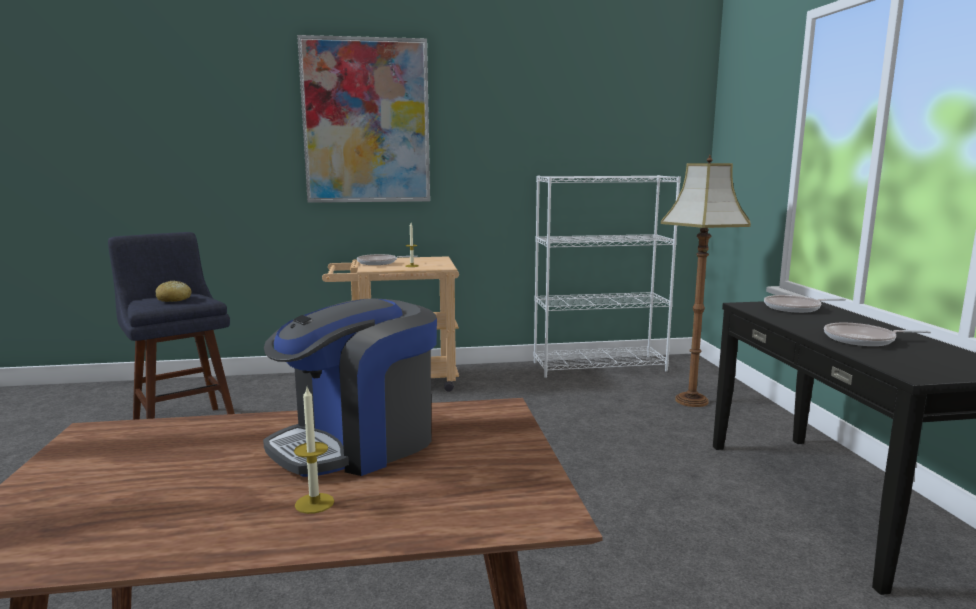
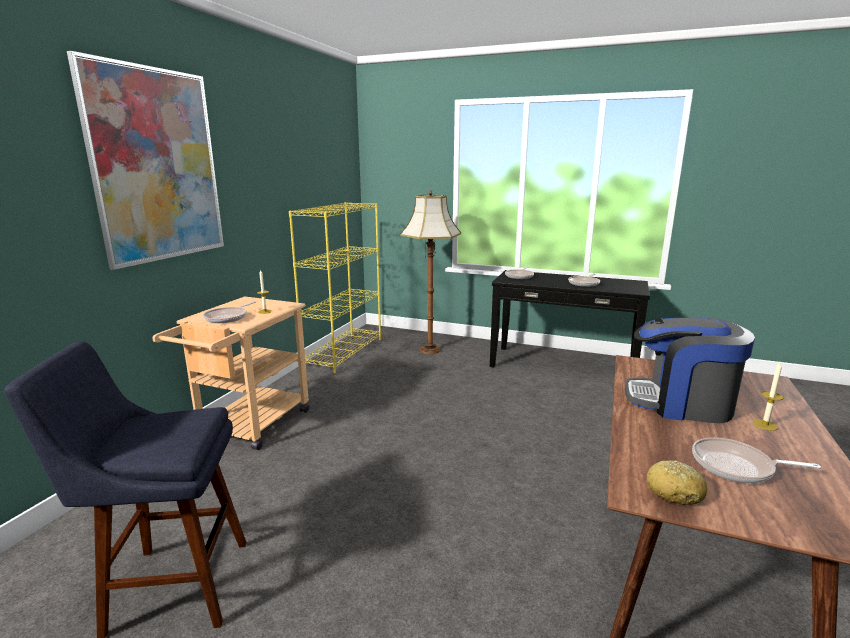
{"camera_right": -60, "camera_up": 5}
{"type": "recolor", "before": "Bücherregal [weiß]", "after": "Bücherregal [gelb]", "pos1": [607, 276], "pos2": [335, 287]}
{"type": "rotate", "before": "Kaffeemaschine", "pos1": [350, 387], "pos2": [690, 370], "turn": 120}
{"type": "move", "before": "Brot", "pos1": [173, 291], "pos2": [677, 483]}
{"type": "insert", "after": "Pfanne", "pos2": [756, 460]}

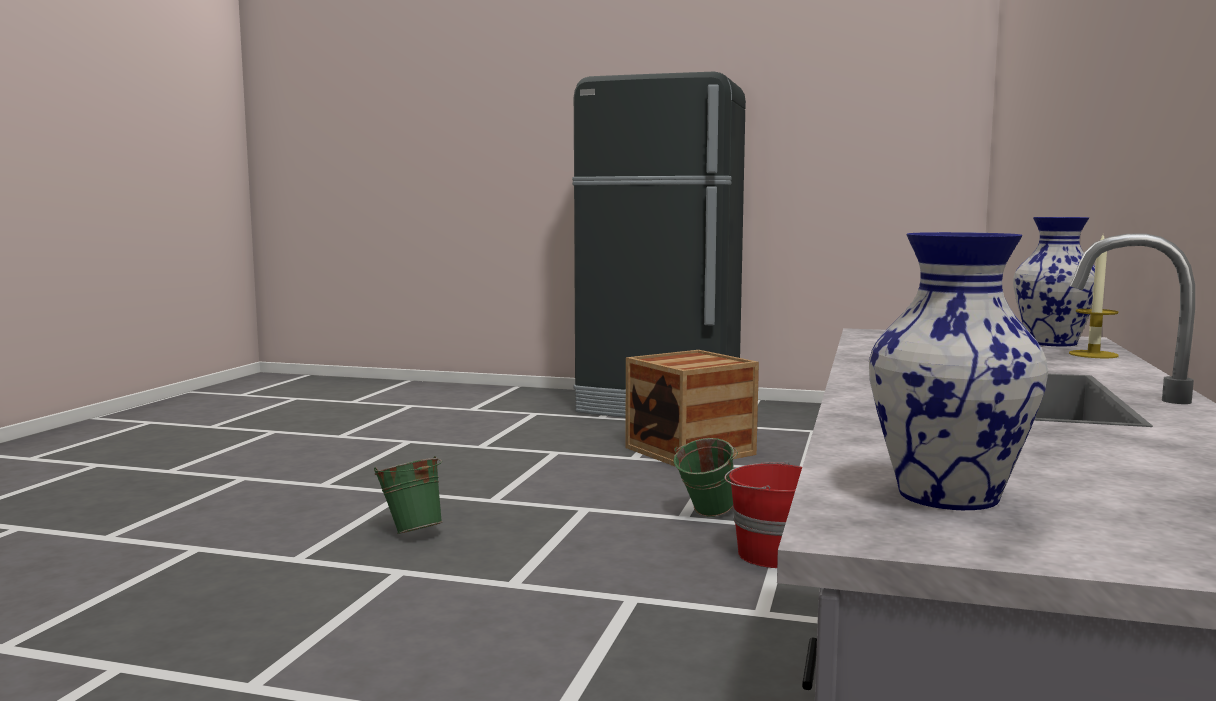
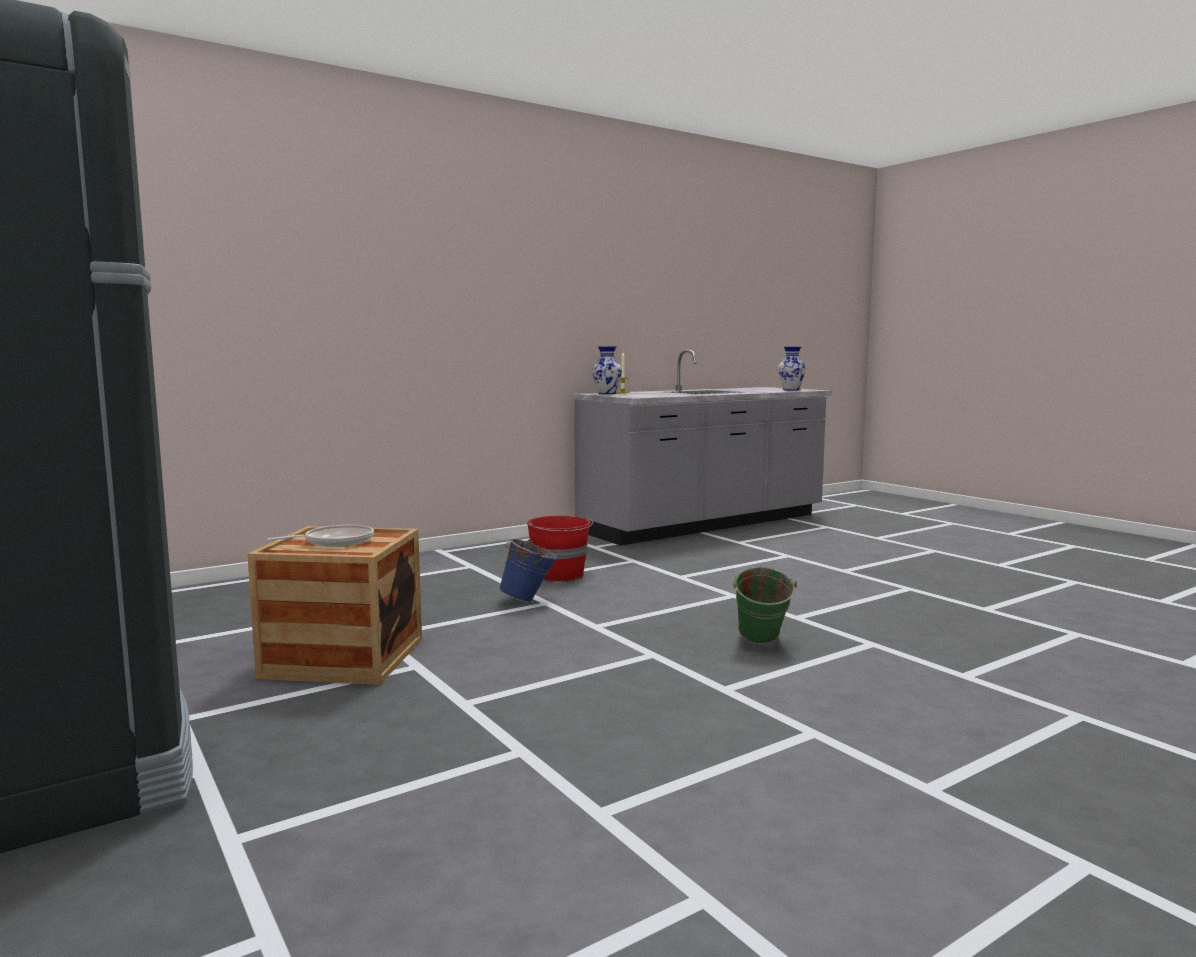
{"camera_right": -140, "camera_up": 0}
{"type": "insert", "after": "Pfanne", "pos2": [320, 536]}
{"type": "recolor", "before": "Eimer [grün]", "after": "Eimer [blau]", "pos1": [706, 477], "pos2": [528, 570]}

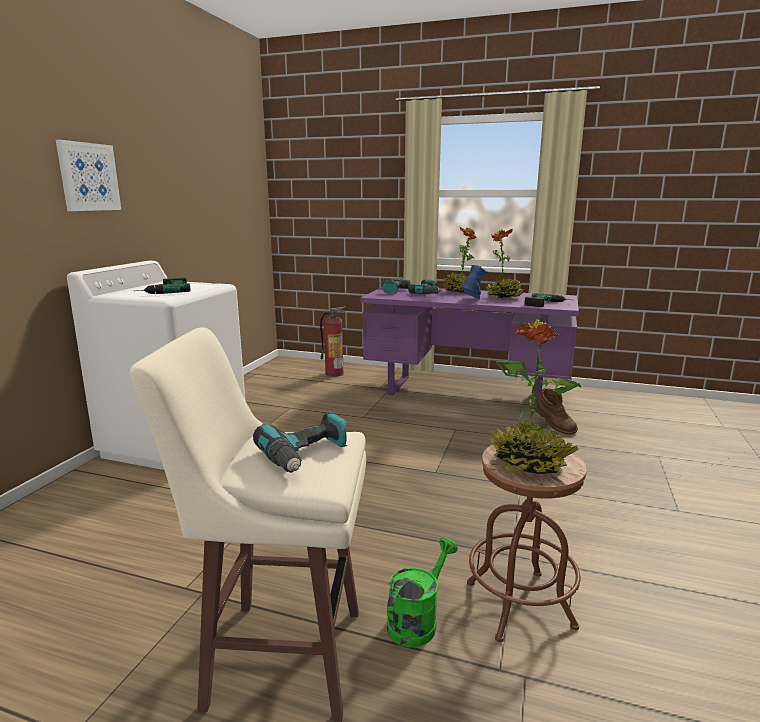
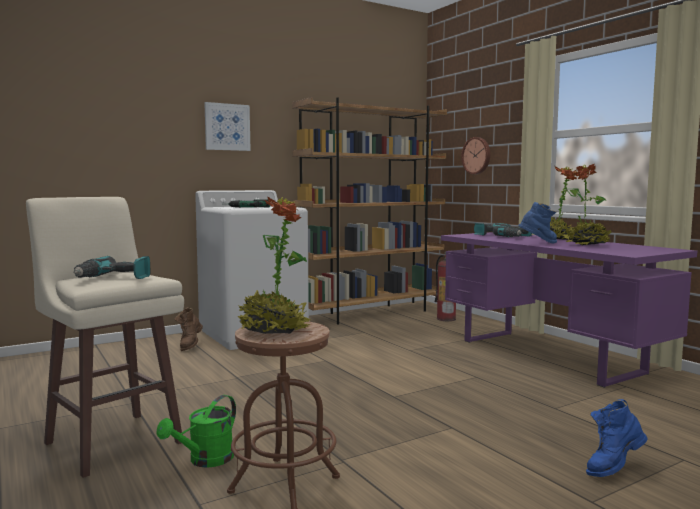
{"camera_right": 40, "camera_up": -10}
{"type": "rotate", "before": "Gießkanne [grün]", "pos1": [422, 592], "pos2": [196, 431], "turn": 135}
{"type": "move", "before": "Stiefel [braun]", "pos1": [556, 411], "pos2": [188, 329]}
{"type": "insert", "after": "Bücherregal [braun]", "pos2": [369, 210]}
{"type": "insert", "after": "Wanduhr", "pos2": [475, 155]}
{"type": "insert", "after": "Stiefel [blau]", "pos2": [617, 438]}
{"type": "delete", "before": "Bohrmaschine", "pos1": [547, 300]}

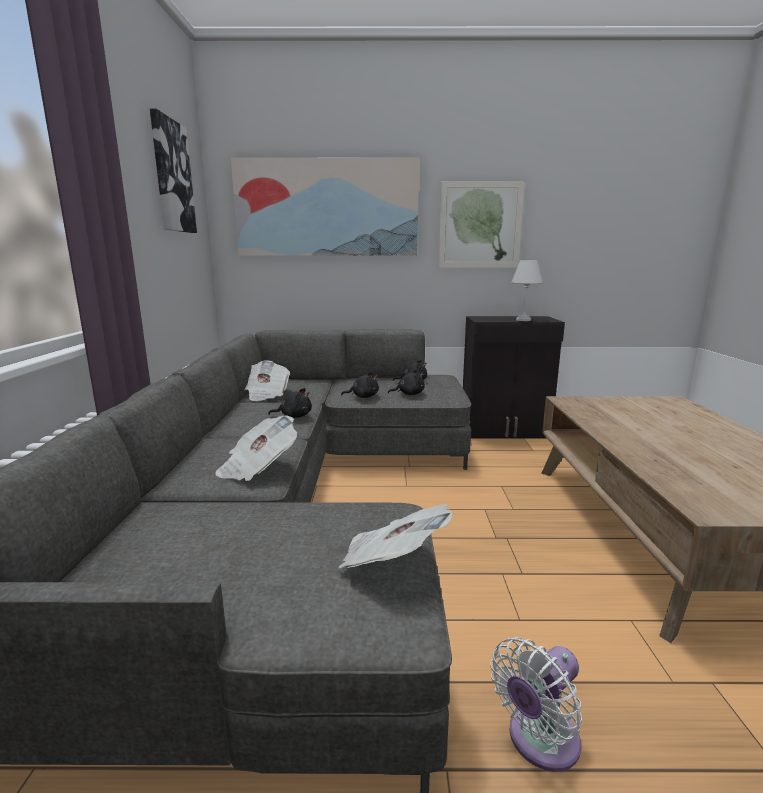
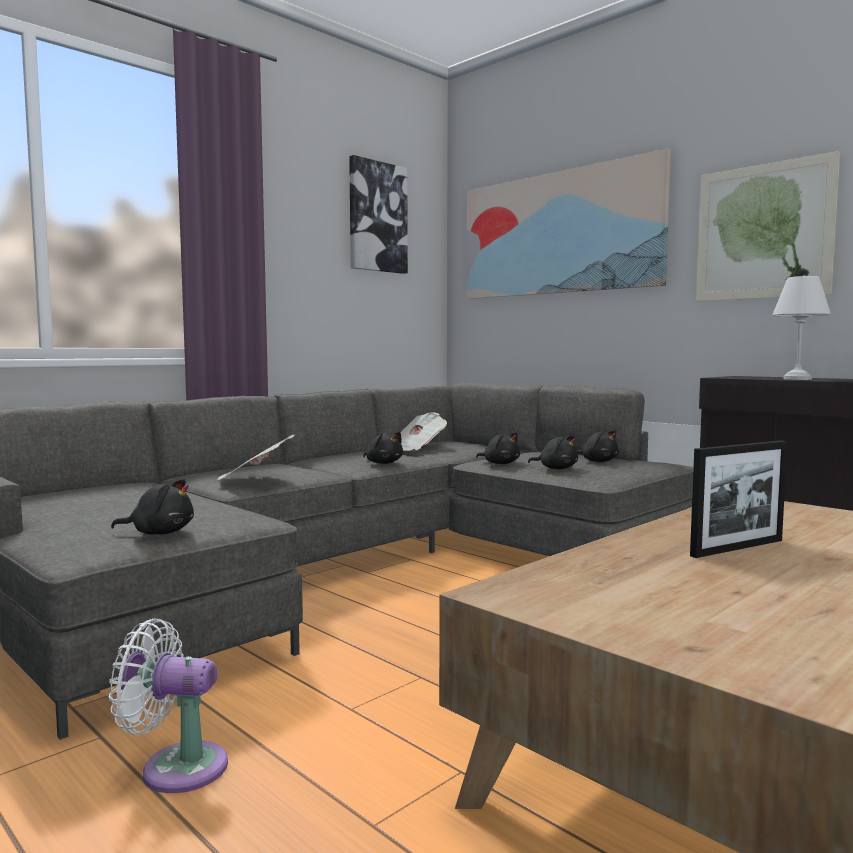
{"camera_right": 45, "camera_up": -10}
{"type": "replace", "before": "Zeitung", "after": "Plüschtier [schwarz]", "pos1": [396, 536], "pos2": [152, 507]}
{"type": "insert", "after": "Bilderrahmen", "pos2": [738, 499]}

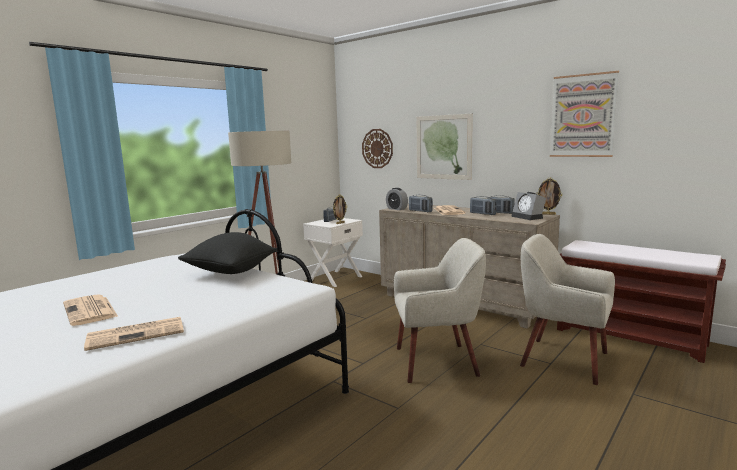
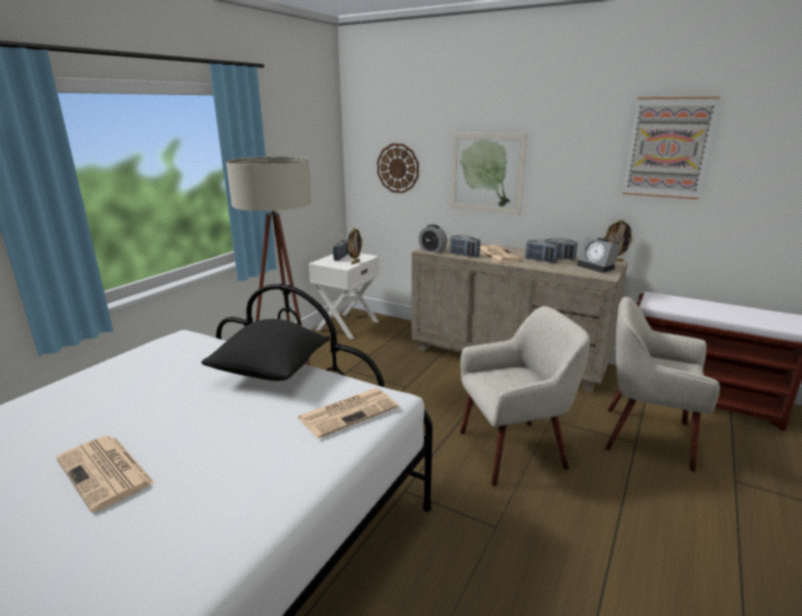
{"camera_right": -10, "camera_up": 10}
{"type": "move", "before": "Zeitung", "pos1": [134, 334], "pos2": [348, 413]}

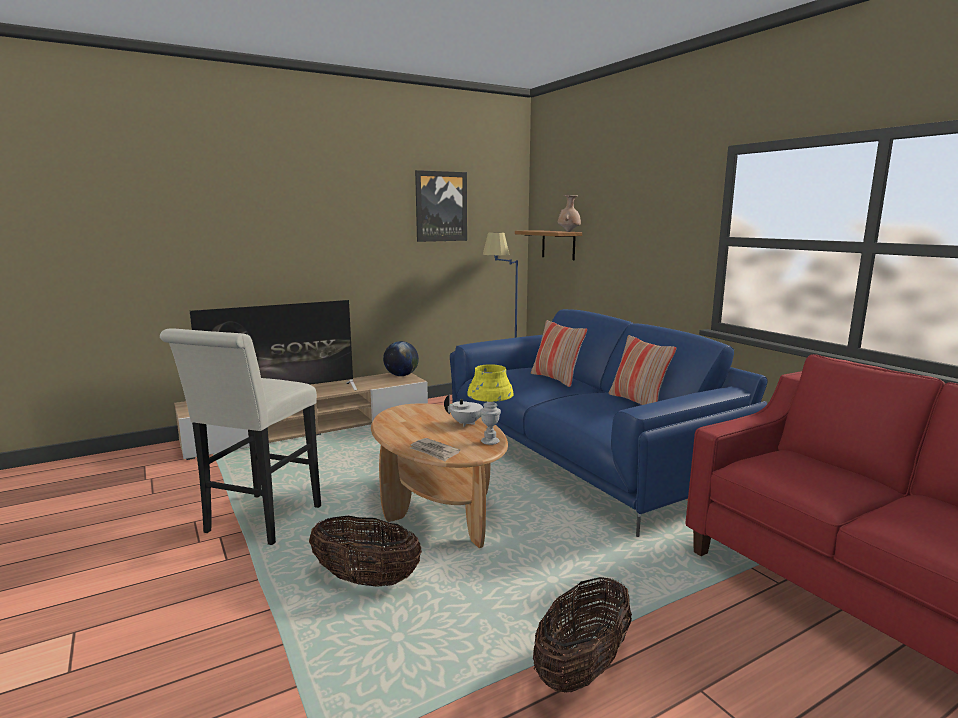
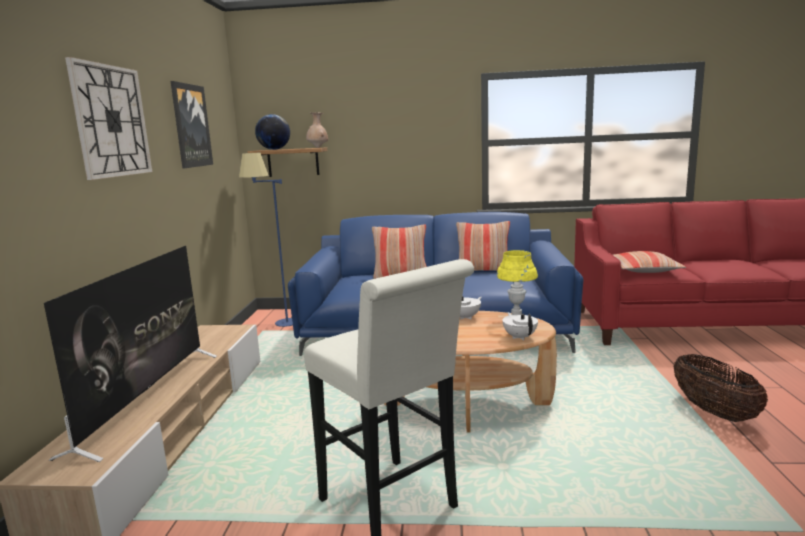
{"camera_right": -55, "camera_up": 0}
{"type": "insert", "after": "Wanduhr", "pos2": [108, 118]}
{"type": "move", "before": "Globus", "pos1": [401, 358], "pos2": [272, 132]}
{"type": "replace", "before": "Zeitung", "after": "Teekanne [weiß]", "pos1": [435, 449], "pos2": [520, 326]}
{"type": "insert", "after": "Kissen", "pos2": [649, 262]}
{"type": "delete", "before": "Korb", "pos1": [365, 551]}

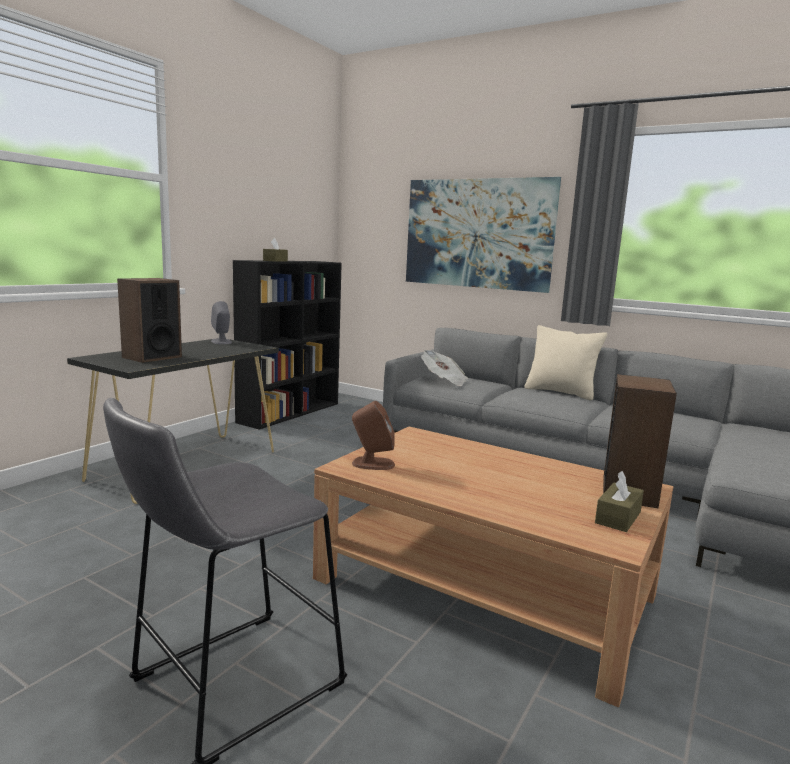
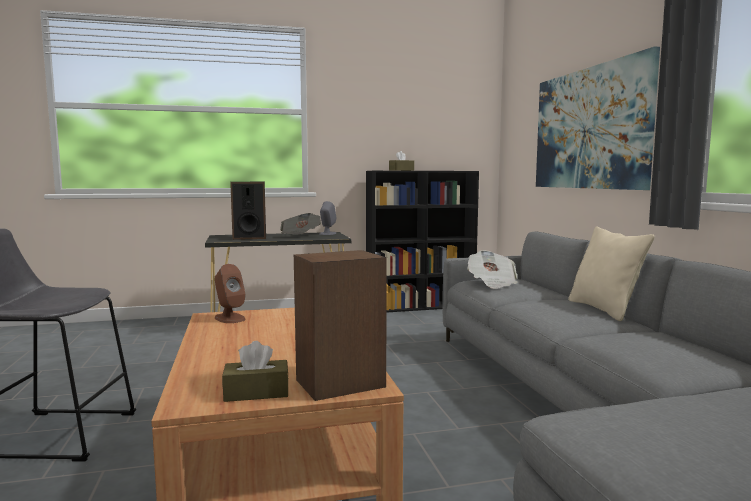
{"camera_right": 45, "camera_up": -5}
{"type": "insert", "after": "Zeitung", "pos2": [300, 224]}

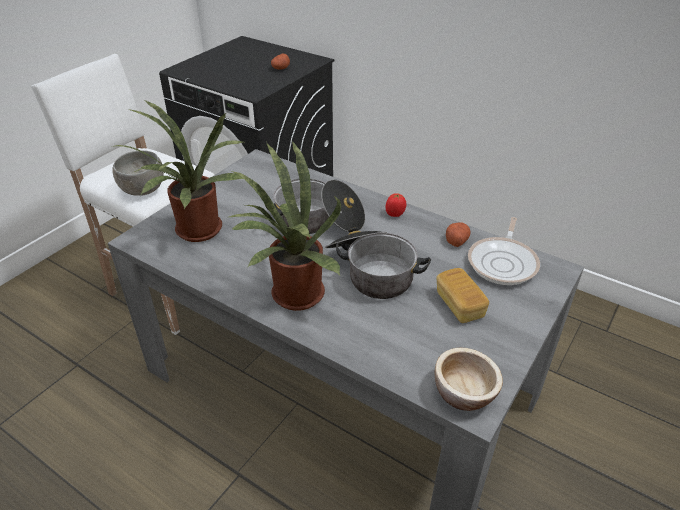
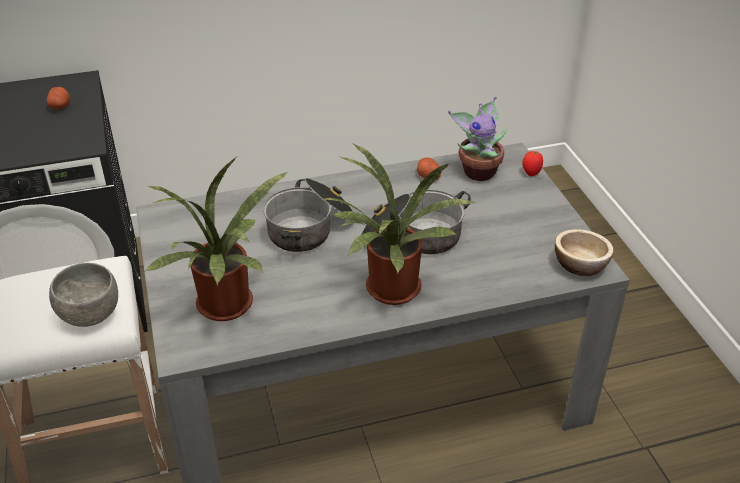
{"camera_right": -50, "camera_up": 0}
{"type": "replace", "before": "Pfanne", "after": "Topfpflanze", "pos1": [504, 251], "pos2": [477, 138]}
{"type": "move", "before": "Tomate", "pos1": [395, 205], "pos2": [533, 163]}
{"type": "delete", "before": "Brot", "pos1": [462, 295]}

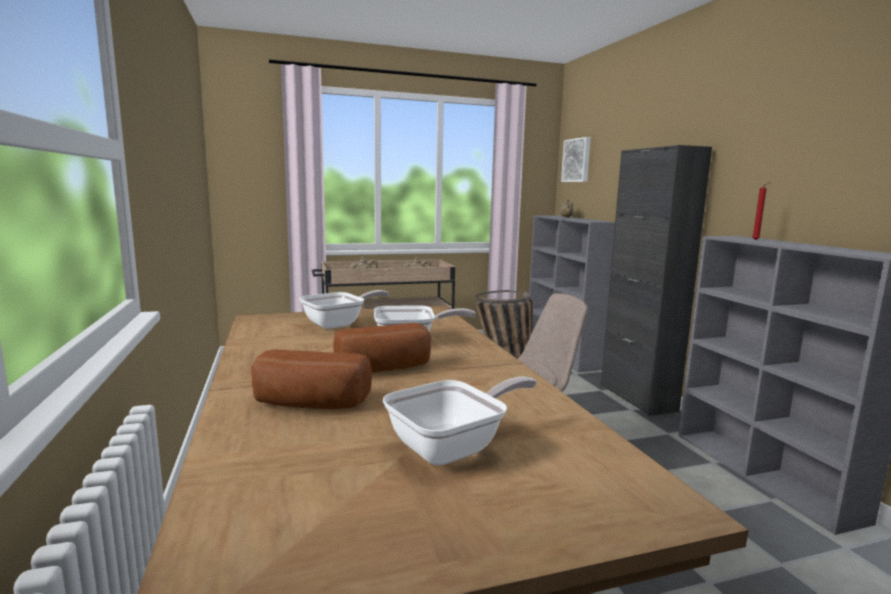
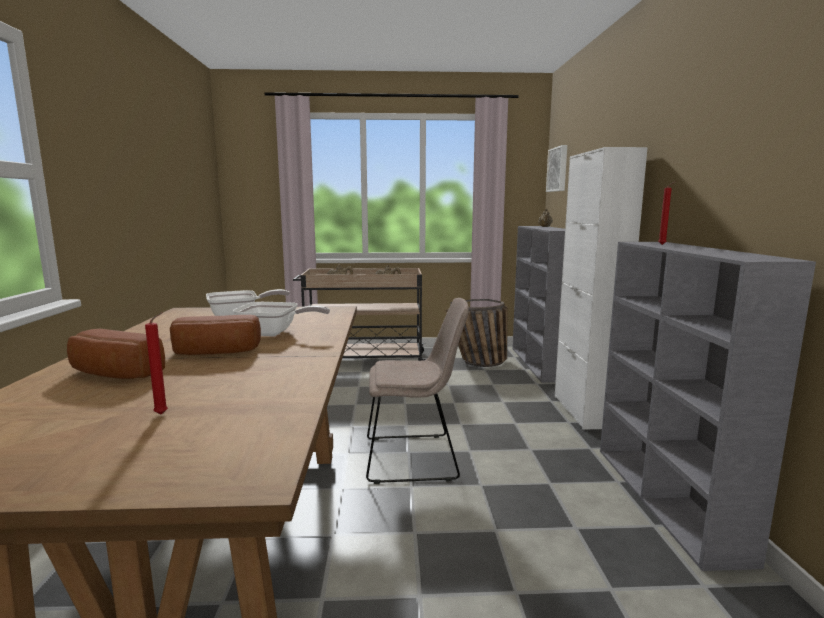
{"camera_right": 15, "camera_up": 0}
{"type": "replace", "before": "Pfanne", "after": "Kerze [rot]", "pos1": [460, 421], "pos2": [156, 363]}
{"type": "recolor", "before": "Schrank [schwarz]", "after": "Schrank [weiß]", "pos1": [656, 280], "pos2": [601, 288]}

